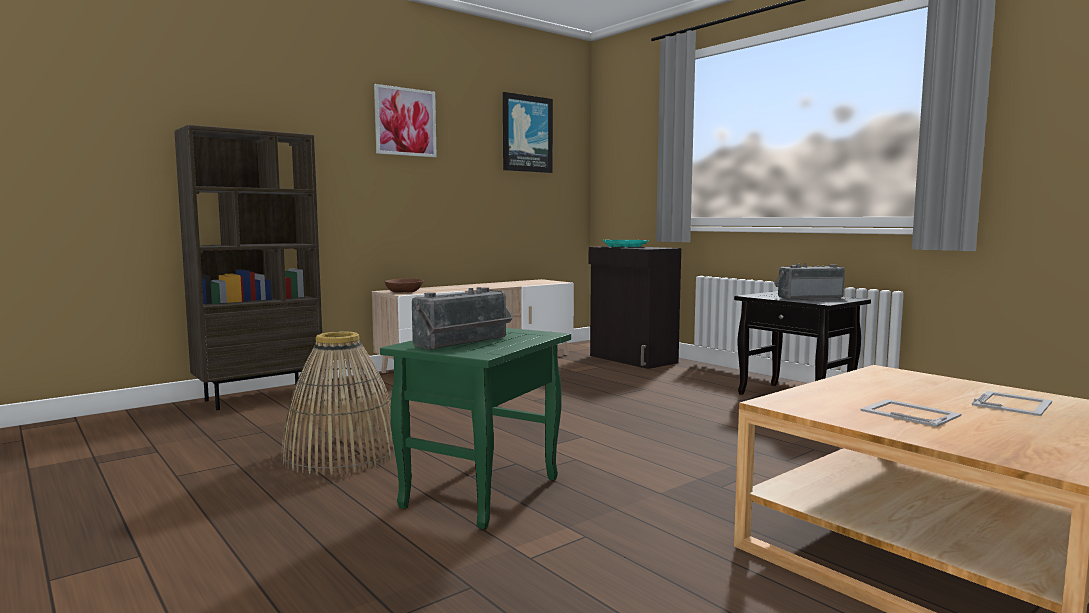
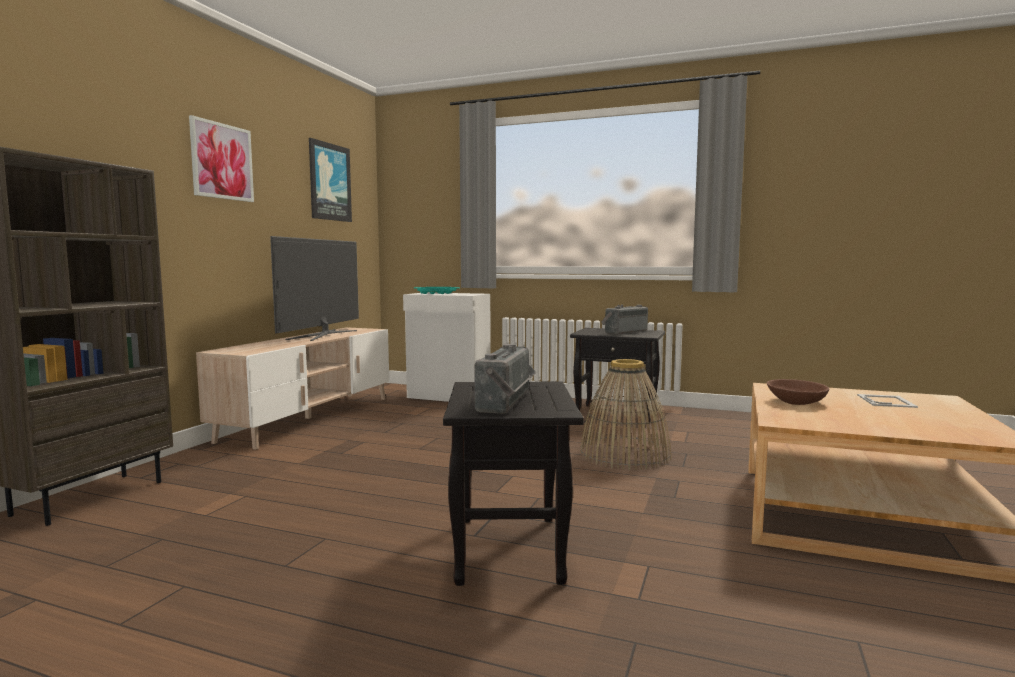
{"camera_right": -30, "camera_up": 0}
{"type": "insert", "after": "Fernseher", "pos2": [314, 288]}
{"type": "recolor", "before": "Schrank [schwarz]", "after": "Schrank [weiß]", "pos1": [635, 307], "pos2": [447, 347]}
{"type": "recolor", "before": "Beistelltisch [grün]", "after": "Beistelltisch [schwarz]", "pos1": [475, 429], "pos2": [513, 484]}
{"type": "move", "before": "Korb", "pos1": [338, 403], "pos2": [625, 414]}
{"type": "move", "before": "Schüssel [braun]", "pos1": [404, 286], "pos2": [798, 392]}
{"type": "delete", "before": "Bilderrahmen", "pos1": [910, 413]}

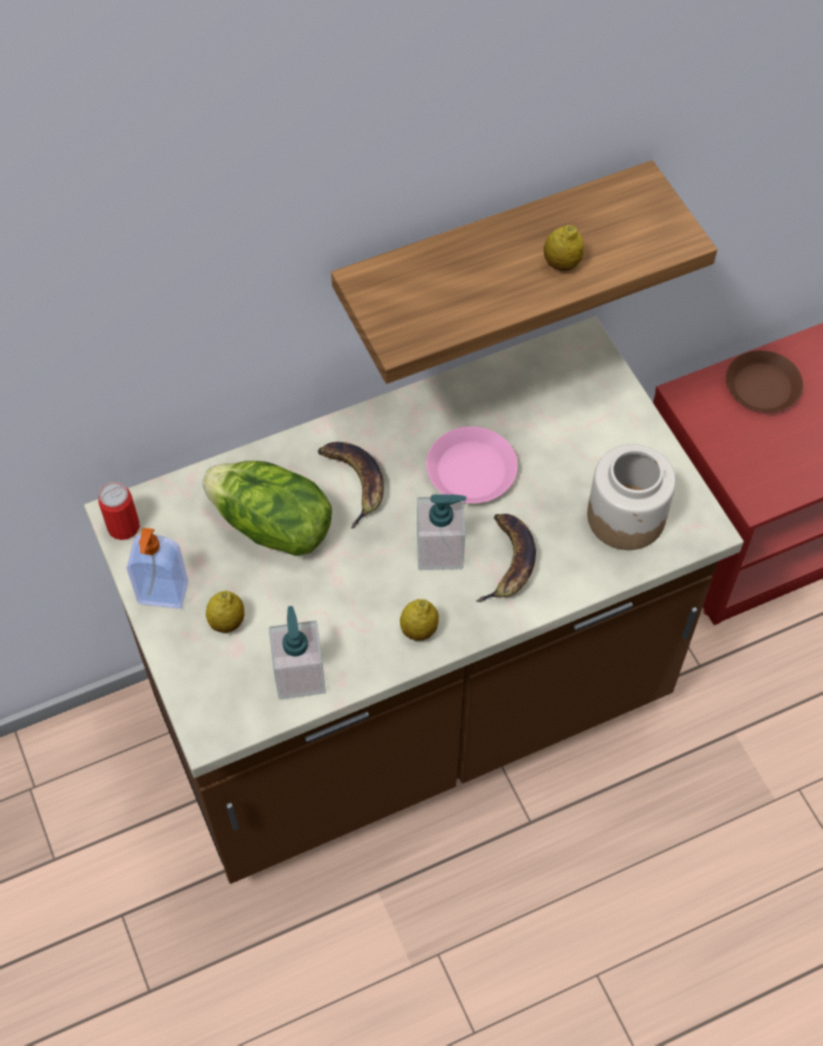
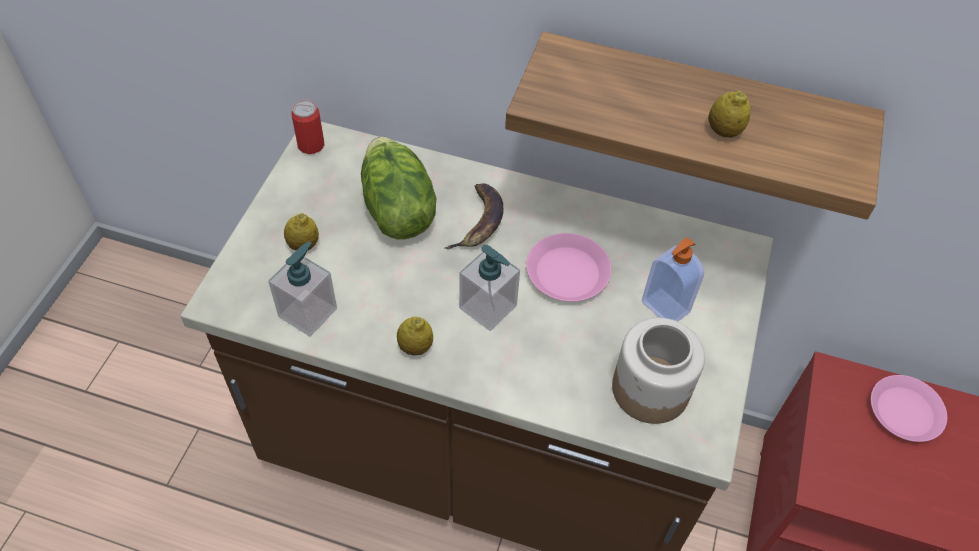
{"camera_right": 40, "camera_up": -5}
{"type": "move", "before": "Seifenspender", "pos1": [157, 568], "pos2": [673, 279]}
{"type": "recolor", "before": "Teller [braun]", "after": "Teller [rosa]", "pos1": [764, 381], "pos2": [909, 408]}
{"type": "delete", "before": "Banane", "pos1": [506, 558]}

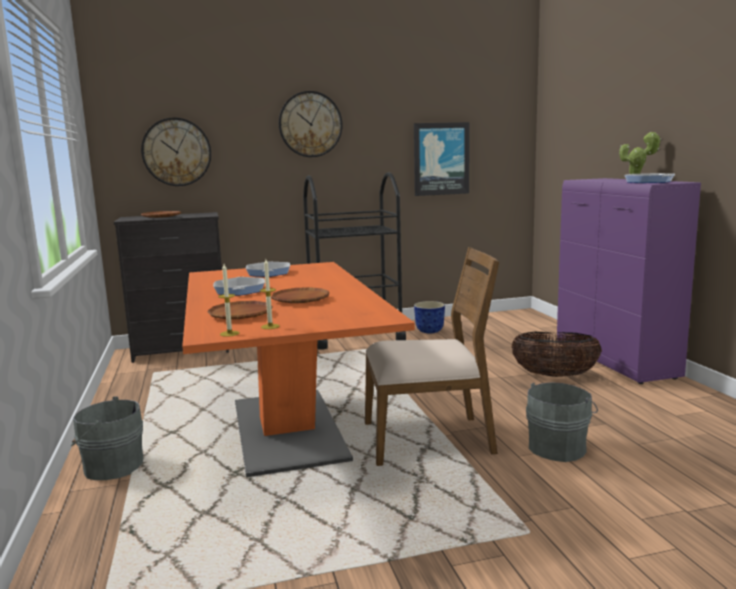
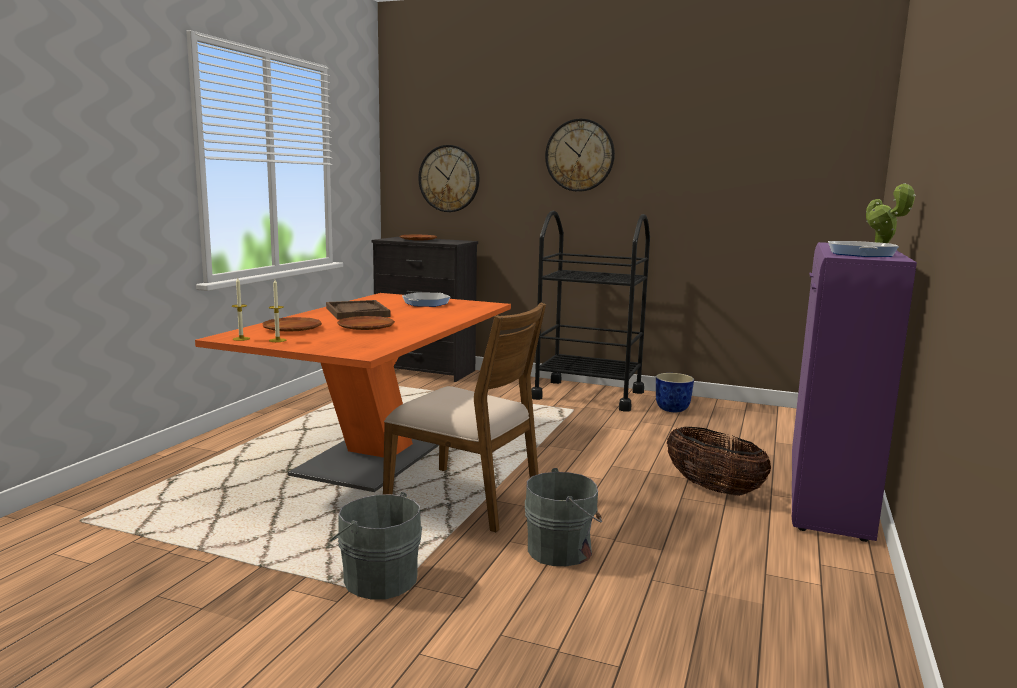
{"camera_right": 35, "camera_up": 0}
{"type": "replace", "before": "Pfanne", "after": "Tablett [braun]", "pos1": [239, 286], "pos2": [358, 310]}
{"type": "move", "before": "Eimer [grau]", "pos1": [107, 438], "pos2": [376, 546]}
{"type": "delete", "before": "Bild", "pos1": [442, 159]}

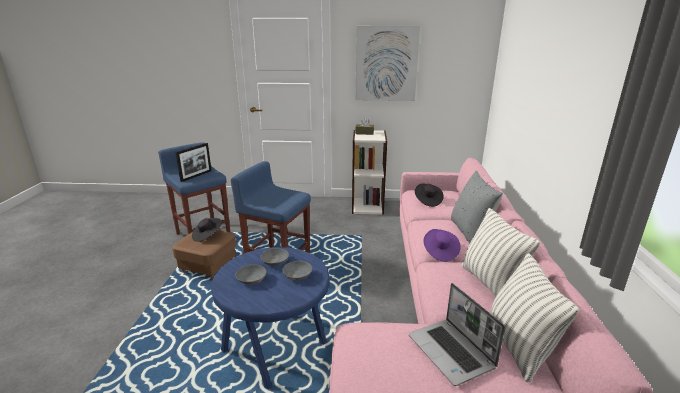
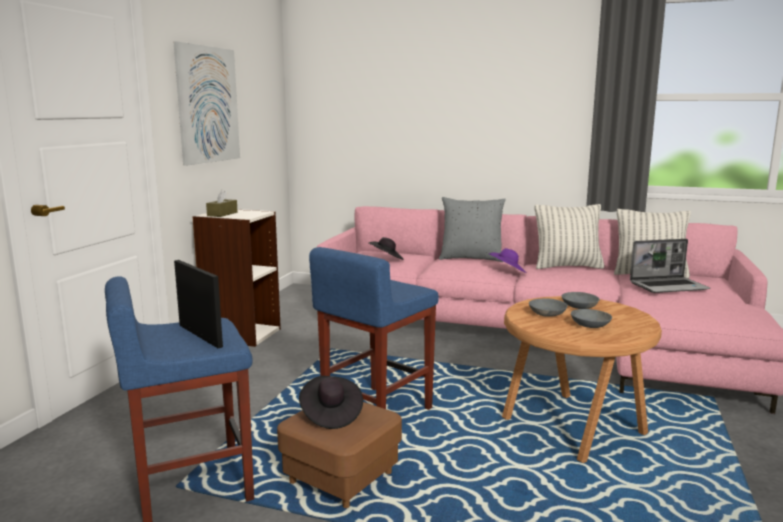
{"camera_right": -75, "camera_up": -10}
{"type": "recolor", "before": "Beistelltisch [blau]", "after": "Beistelltisch [braun]", "pos1": [270, 318], "pos2": [582, 379]}

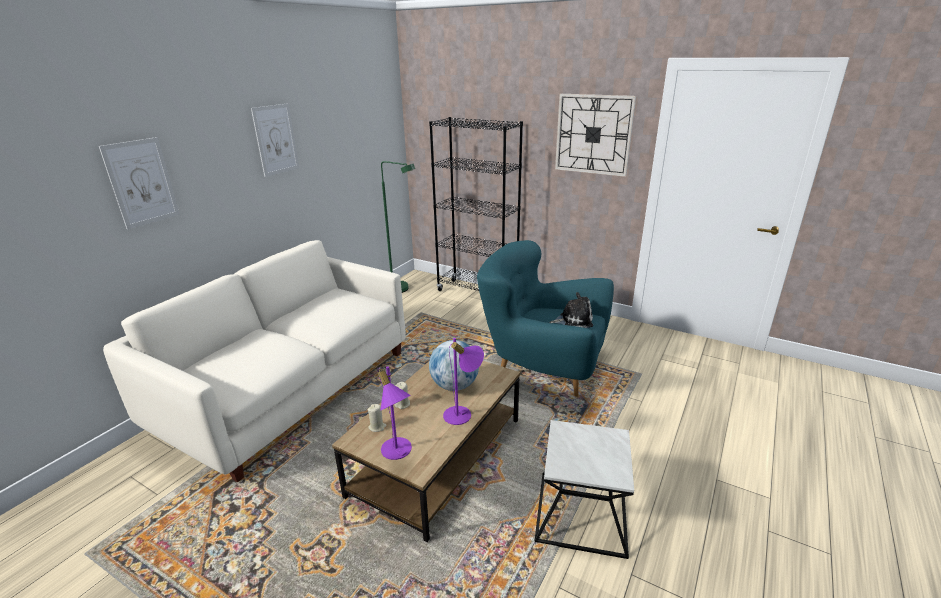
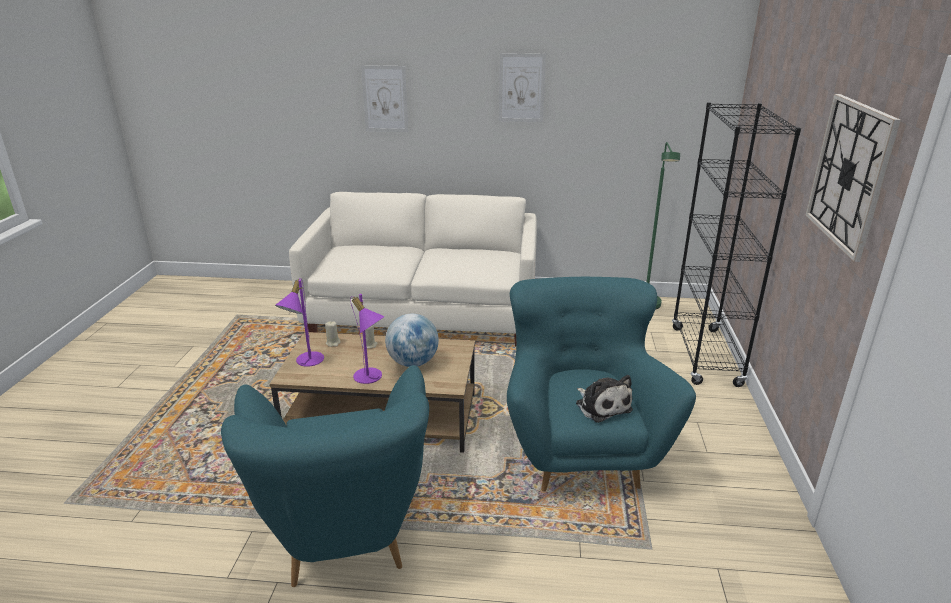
{"camera_right": 65, "camera_up": 0}
{"type": "replace", "before": "Beistelltisch", "after": "Sessel [türkis]", "pos1": [584, 489], "pos2": [325, 476]}

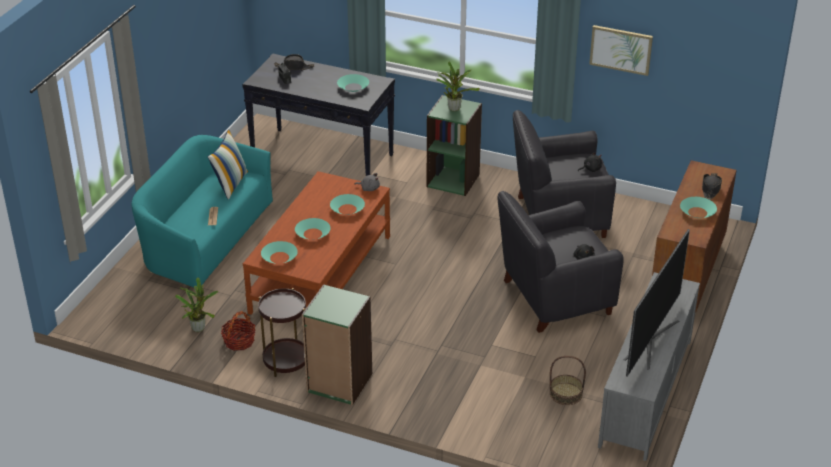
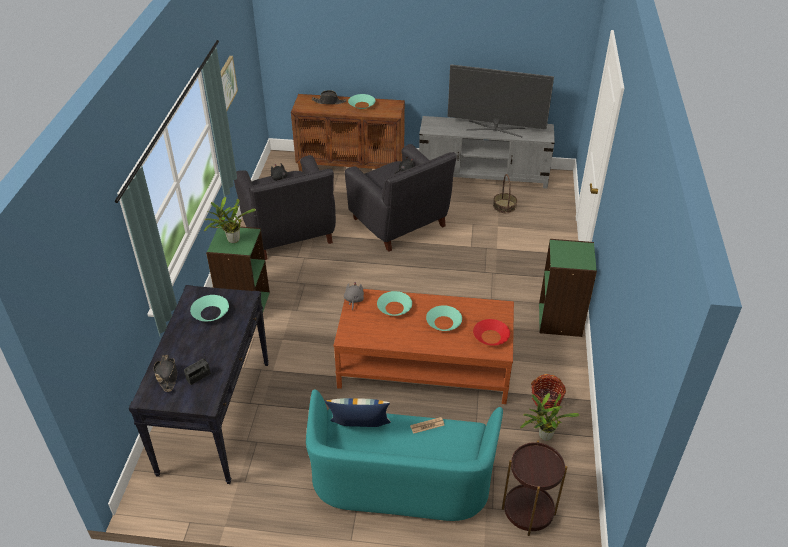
{"camera_right": -105, "camera_up": 5}
{"type": "recolor", "before": "Schüssel [türkis]", "after": "Schüssel [rot]", "pos1": [279, 252], "pos2": [491, 332]}
{"type": "move", "before": "Beistelltisch [braun]", "pos1": [282, 332], "pos2": [534, 488]}

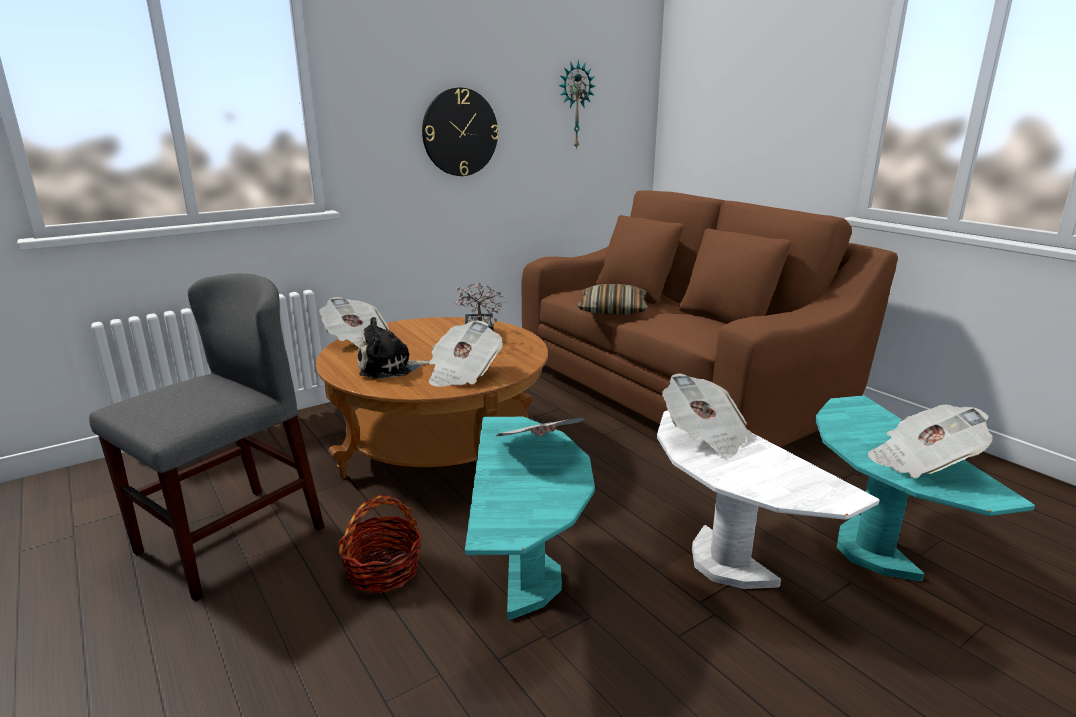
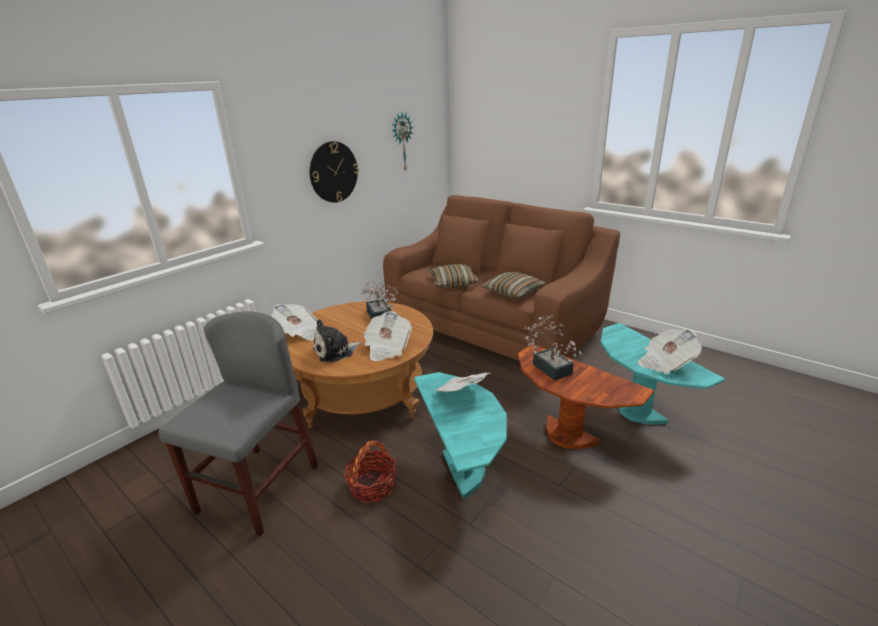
{"camera_right": -15, "camera_up": 5}
{"type": "insert", "after": "Kissen", "pos2": [514, 285]}
{"type": "recolor", "before": "Beistelltisch [weiß]", "after": "Beistelltisch [braun]", "pos1": [768, 499], "pos2": [586, 396]}
{"type": "replace", "before": "Zeitung", "after": "Topfpflanze", "pos1": [707, 416], "pos2": [553, 348]}

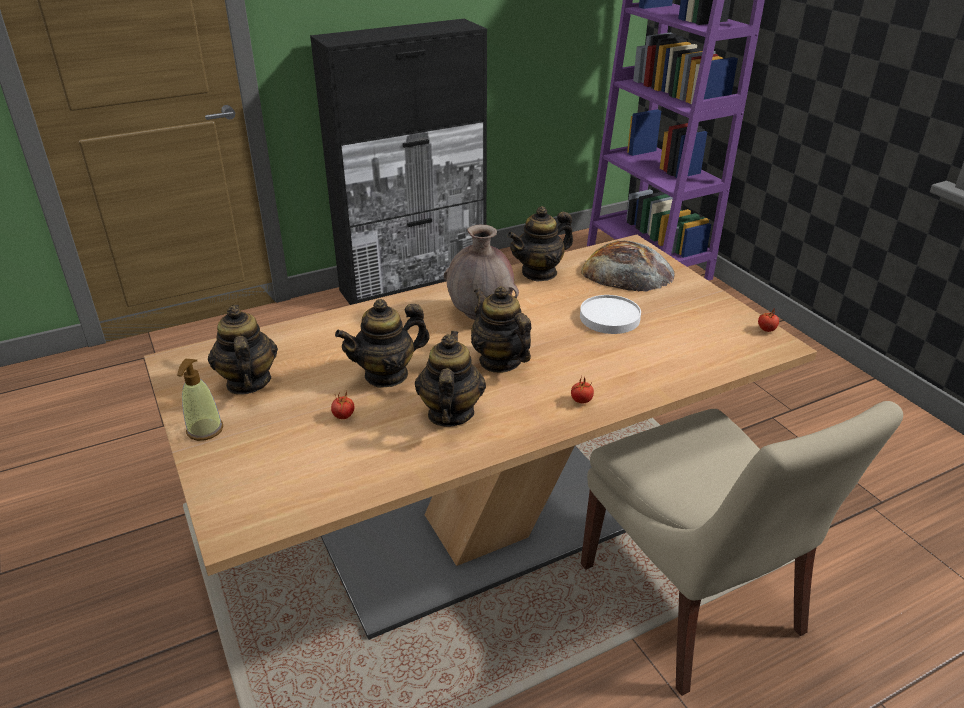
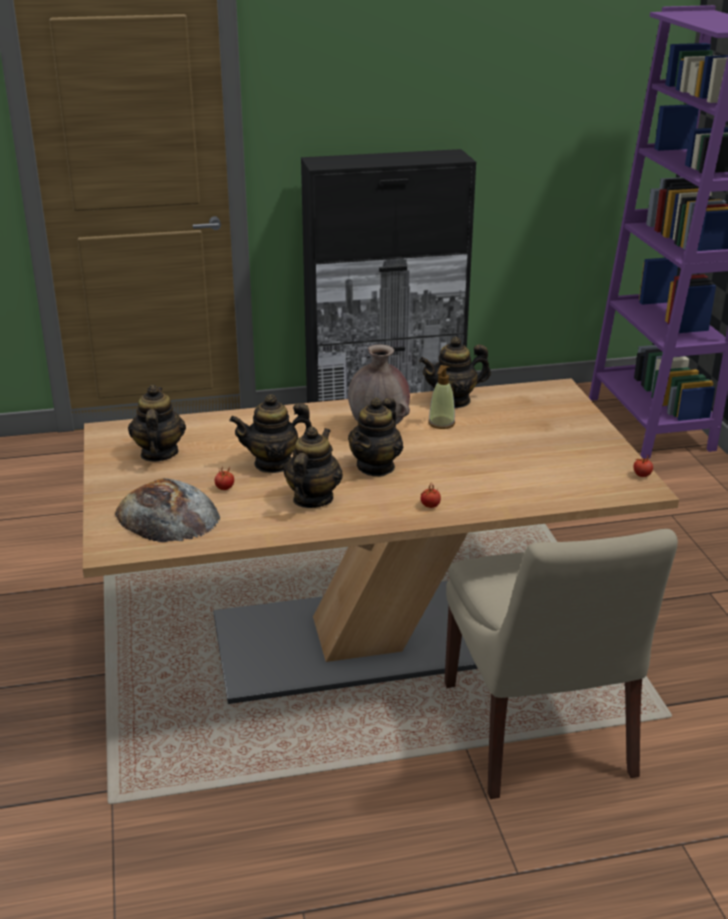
{"camera_right": 15, "camera_up": -5}
{"type": "move", "before": "Brot", "pos1": [628, 266], "pos2": [168, 510]}
{"type": "rotate", "before": "Teekanne", "pos1": [501, 329], "pos2": [375, 436], "turn": -135}
{"type": "move", "before": "Seifenspender", "pos1": [200, 400], "pos2": [441, 397]}
{"type": "delete", "before": "Teller [weiß]", "pos1": [610, 314]}

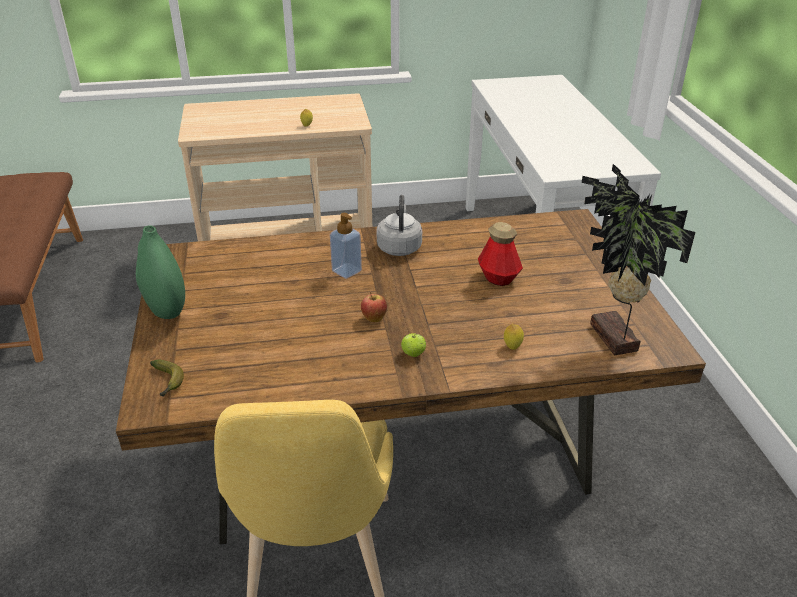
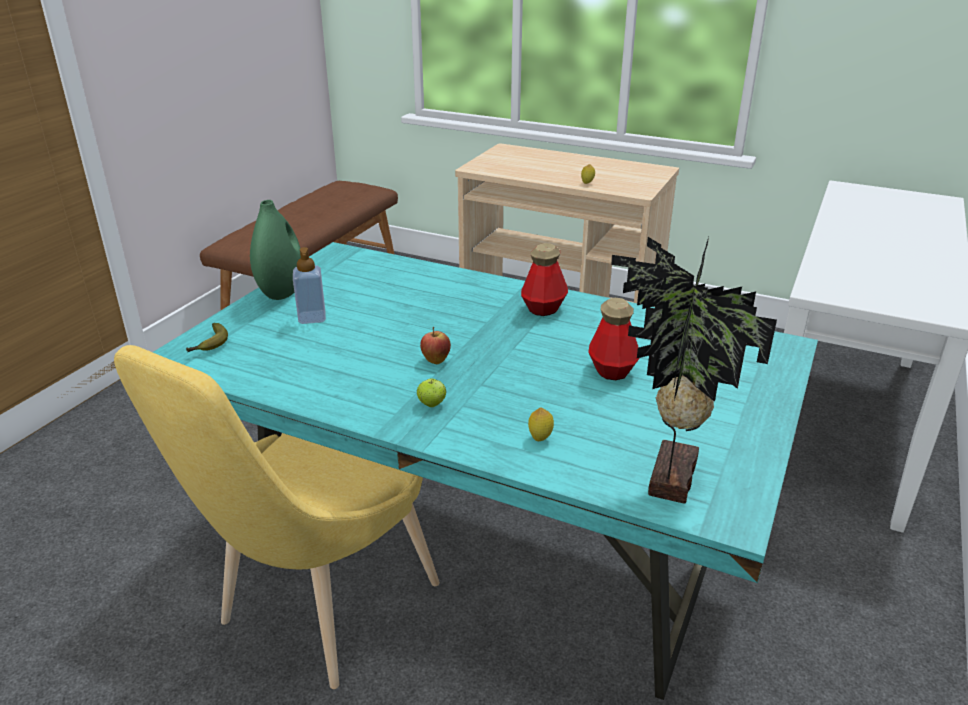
{"camera_right": 35, "camera_up": -5}
{"type": "recolor", "before": "Esstisch [braun]", "after": "Esstisch [türkis]", "pos1": [411, 376], "pos2": [485, 471]}
{"type": "move", "before": "Seifenspender", "pos1": [346, 246], "pos2": [309, 285]}
{"type": "replace", "before": "Wasserkessel [grau]", "after": "Flasche", "pos1": [399, 225], "pos2": [544, 279]}

